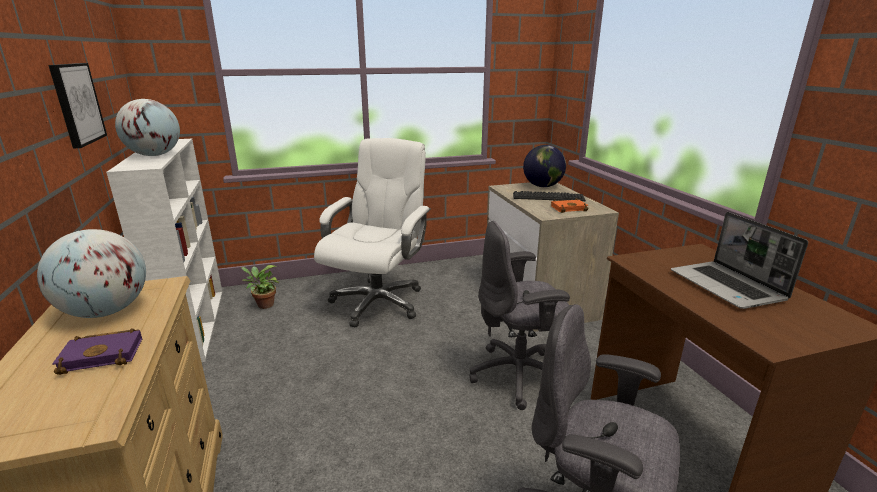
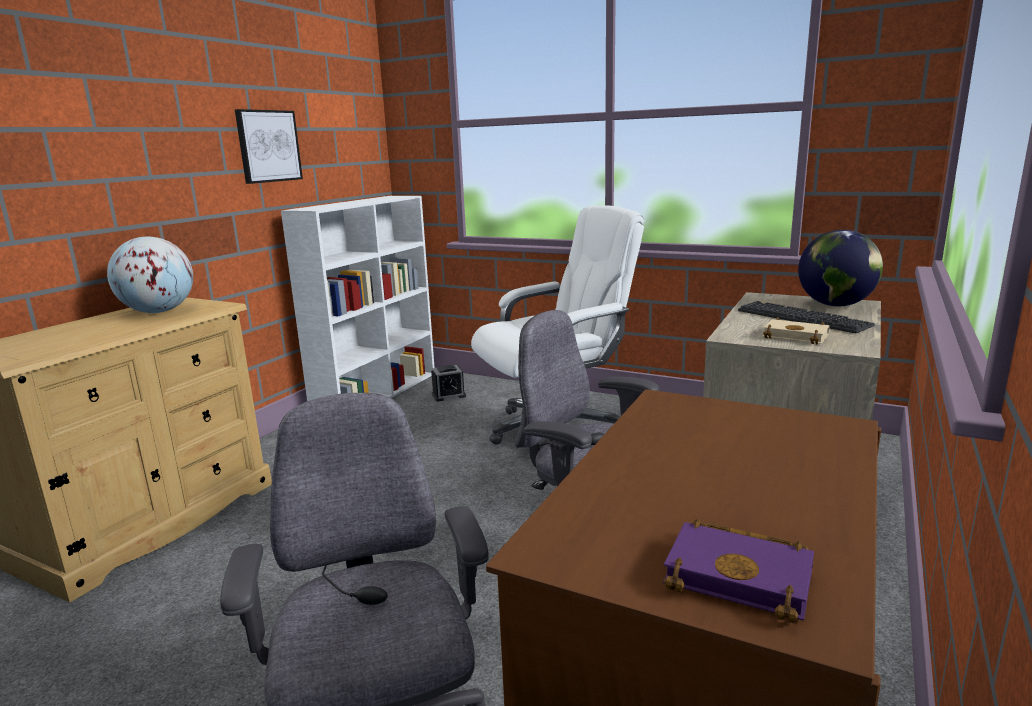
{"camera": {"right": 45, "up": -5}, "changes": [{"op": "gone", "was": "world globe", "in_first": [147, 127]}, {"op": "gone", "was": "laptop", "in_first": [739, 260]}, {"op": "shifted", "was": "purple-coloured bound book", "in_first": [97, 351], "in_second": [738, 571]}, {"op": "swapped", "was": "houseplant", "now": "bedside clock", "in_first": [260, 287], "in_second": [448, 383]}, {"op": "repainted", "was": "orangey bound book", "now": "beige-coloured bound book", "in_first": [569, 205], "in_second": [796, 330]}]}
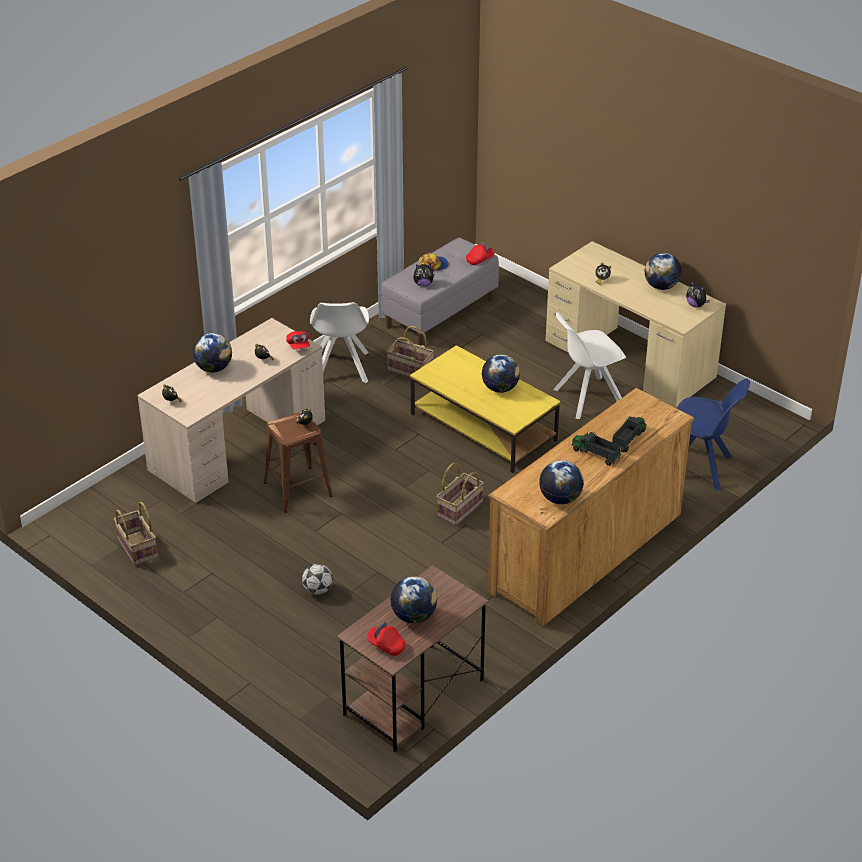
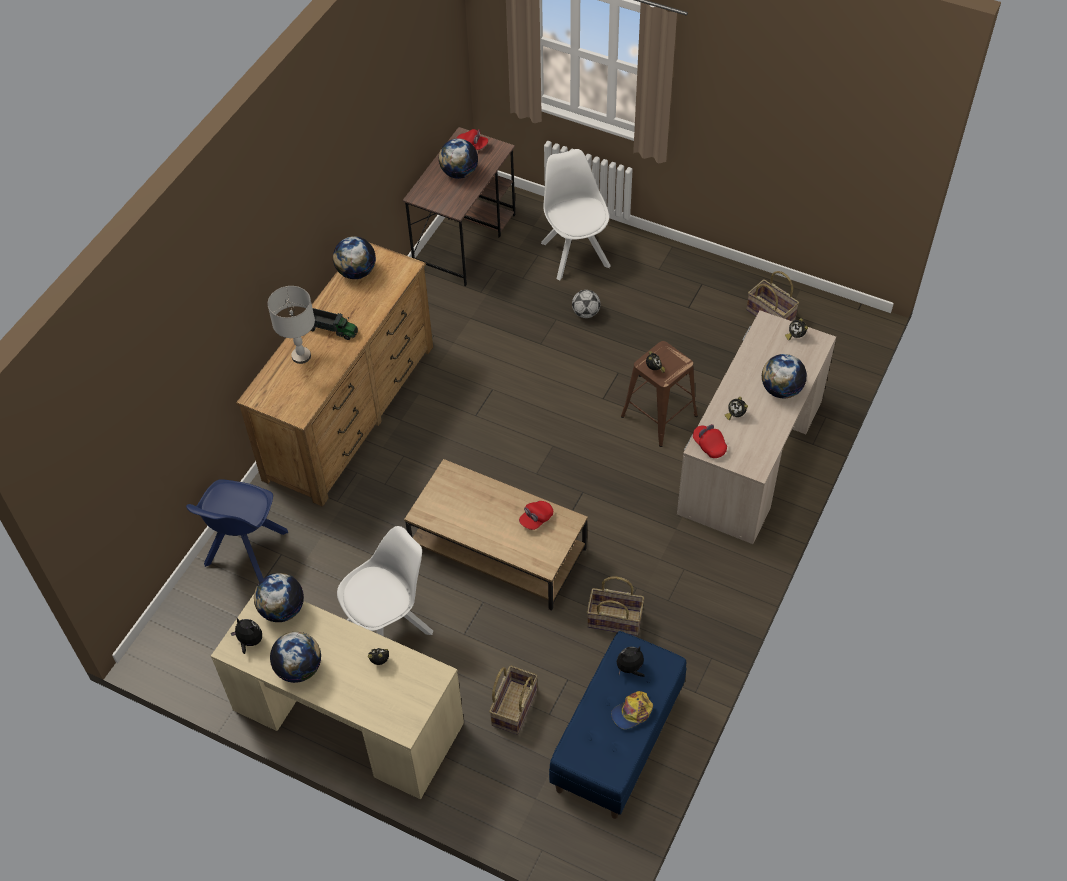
{"camera": {"right": 165, "up": 15}, "changes": [{"op": "shifted", "was": "white upright chair", "in_first": [339, 342], "in_second": [576, 214]}, {"op": "shifted", "was": "storage basket", "in_first": [460, 494], "in_second": [513, 700]}, {"op": "shifted", "was": "reddish peaked cap", "in_first": [480, 253], "in_second": [536, 515]}, {"op": "shifted", "was": "world globe", "in_first": [501, 373], "in_second": [279, 597]}, {"op": "swapped", "was": "model truck", "now": "grey lamp for a table", "in_first": [629, 434], "in_second": [291, 325]}, {"op": "repainted", "was": "grey long seat", "now": "bluish long seat", "in_first": [440, 292], "in_second": [618, 725]}, {"op": "repainted", "was": "yellow-coloured coffee table", "now": "brownish coffee table", "in_first": [485, 409], "in_second": [496, 535]}, {"op": "rotated", "was": "bluish upright chair", "in_first": [713, 434], "in_second": [237, 530], "clockwise": -75}]}
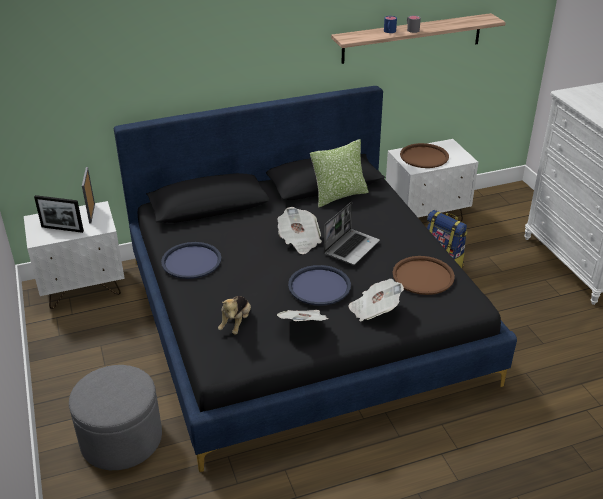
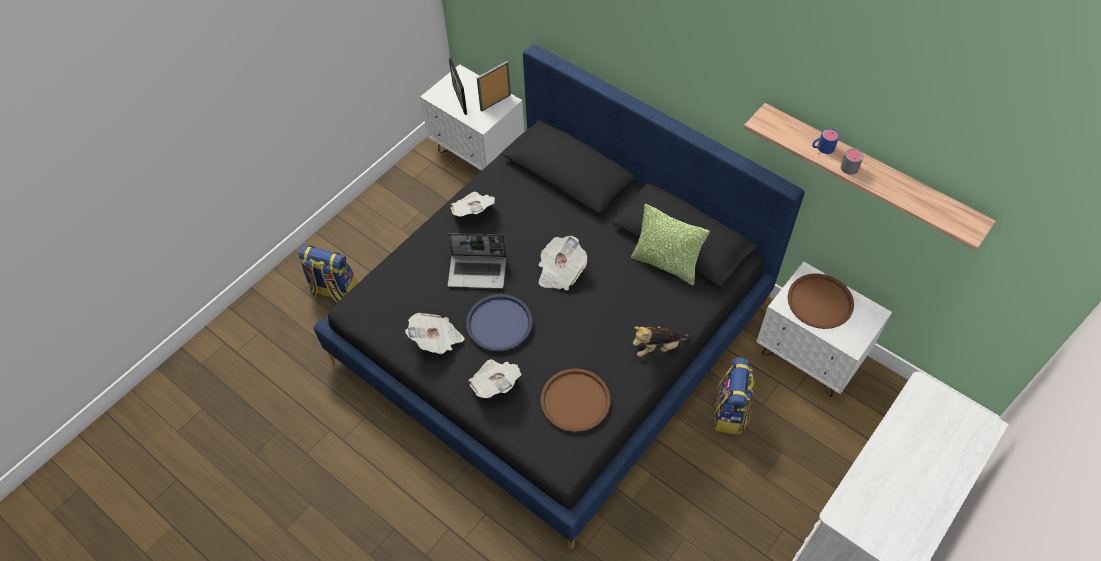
{"camera": {"right": 60, "up": 20}, "changes": [{"op": "shifted", "was": "cuddly toy", "in_first": [234, 315], "in_second": [661, 341]}, {"op": "shifted", "was": "laptop", "in_first": [352, 233], "in_second": [477, 261]}, {"op": "swapped", "was": "grey pouffe", "now": "rucksack", "in_first": [115, 417], "in_second": [328, 274]}, {"op": "swapped", "was": "bluish serving tray", "now": "daily paper", "in_first": [191, 260], "in_second": [473, 204]}]}
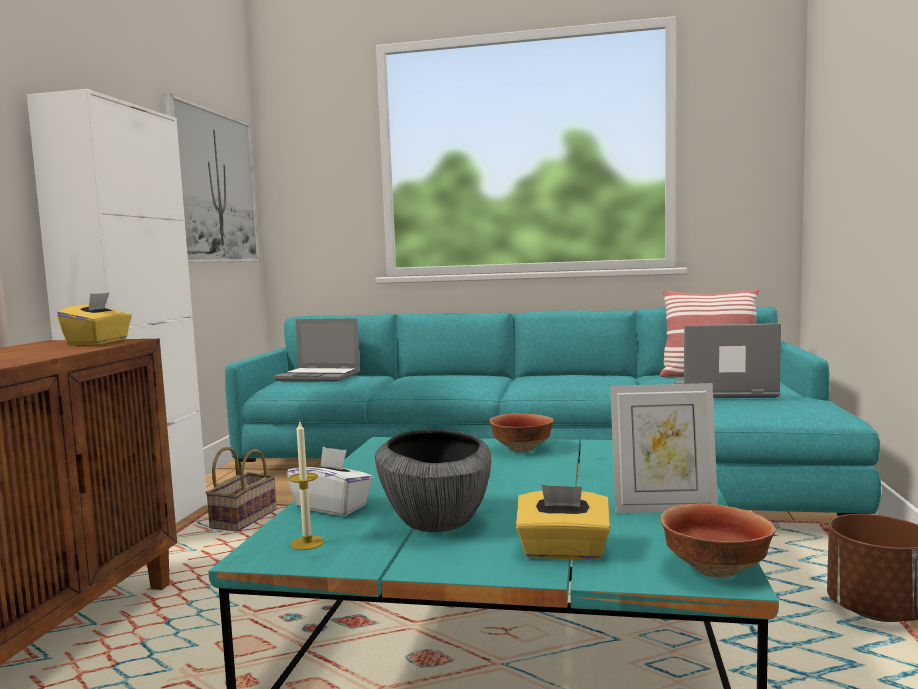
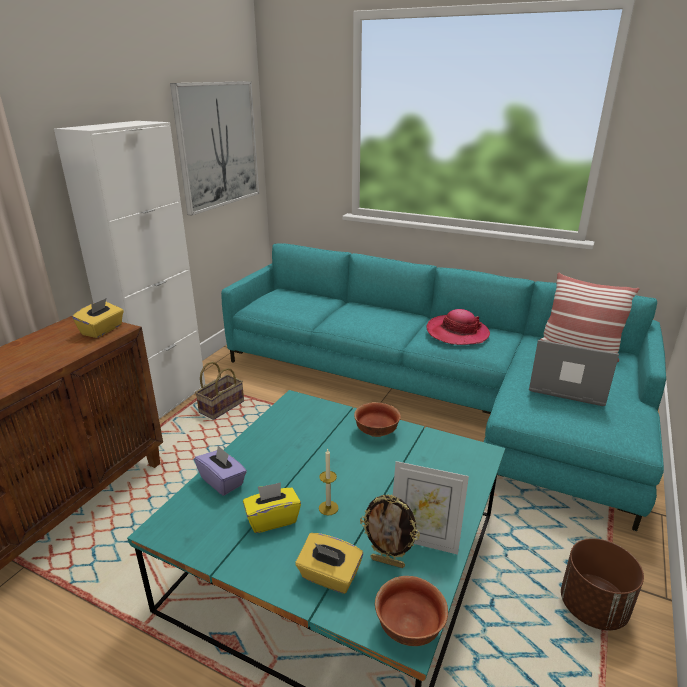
{"camera": {"right": 15, "up": 20}, "changes": [{"op": "gone", "was": "laptop", "in_first": [317, 350]}, {"op": "new", "now": "picture frame", "in_second": [390, 531]}, {"op": "new", "now": "wearable hat", "in_second": [458, 327]}, {"op": "shifted", "was": "wax candle", "in_first": [306, 486], "in_second": [329, 482]}, {"op": "swapped", "was": "deep dish", "now": "yellow-coloured tissue box", "in_first": [433, 480], "in_second": [272, 507]}, {"op": "repainted", "was": "white tissue box", "now": "purple-coloured tissue box", "in_first": [330, 481], "in_second": [220, 470]}]}
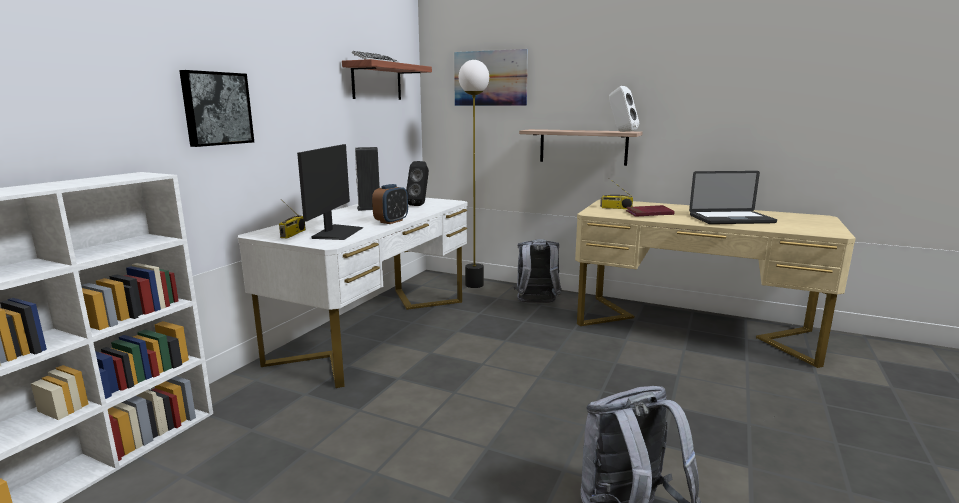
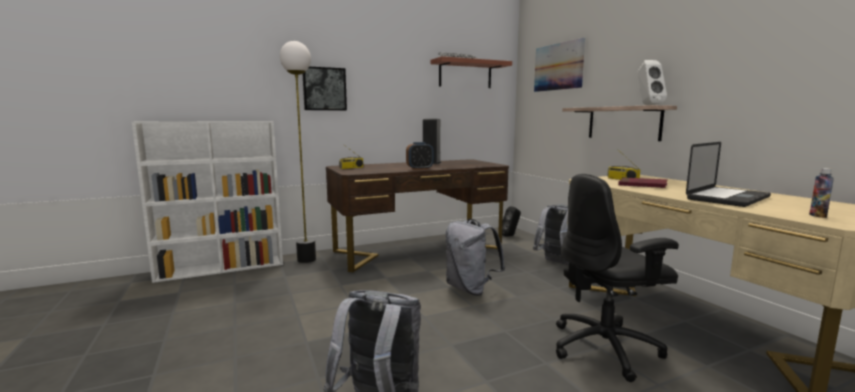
{"camera": {"right": 40, "up": -5}, "changes": [{"op": "gone", "was": "monitor", "in_first": [330, 192]}, {"op": "new", "now": "grey rucksack", "in_second": [475, 257]}, {"op": "new", "now": "black-coloured office chair", "in_second": [617, 278]}, {"op": "new", "now": "bottle", "in_second": [821, 193]}, {"op": "shifted", "was": "black-coloured speaker", "in_first": [417, 183], "in_second": [511, 221]}, {"op": "shifted", "was": "standing lamp", "in_first": [474, 174], "in_second": [298, 152]}, {"op": "repainted", "was": "white desk", "now": "brownish desk", "in_first": [353, 293], "in_second": [417, 215]}, {"op": "rotated", "was": "laptop", "in_first": [733, 197], "in_second": [728, 174], "clockwise": -75}]}
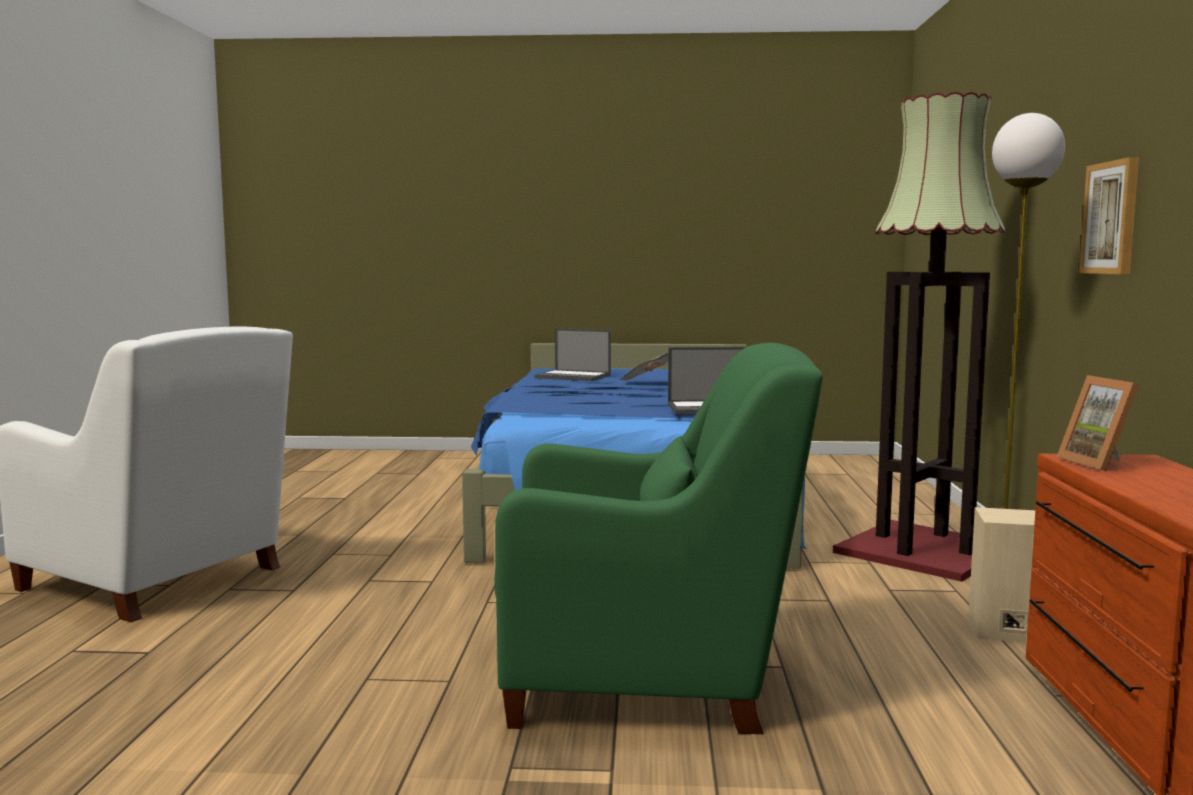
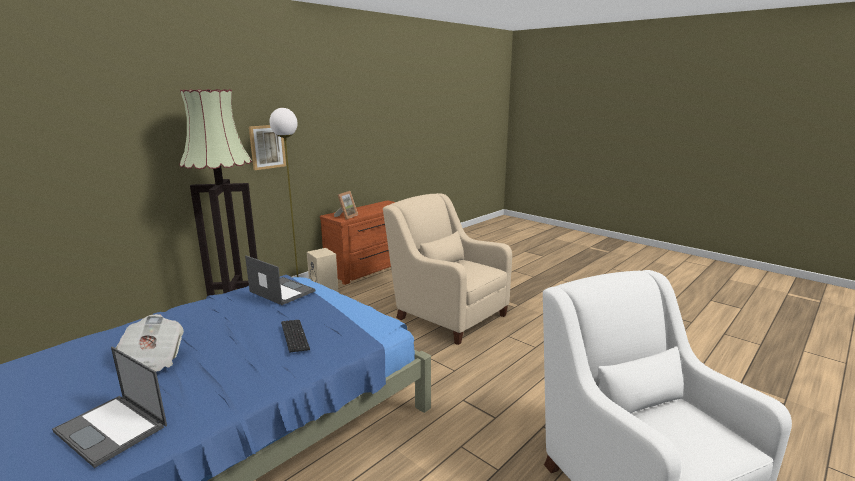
{"camera": {"right": -140, "up": 10}, "changes": [{"op": "new", "now": "PC keyboard", "in_second": [295, 336]}, {"op": "repainted", "was": "green armchair", "now": "beige-coloured armchair", "in_first": [658, 538], "in_second": [447, 269]}, {"op": "rotated", "was": "laptop", "in_first": [573, 354], "in_second": [109, 407], "clockwise": 150}]}
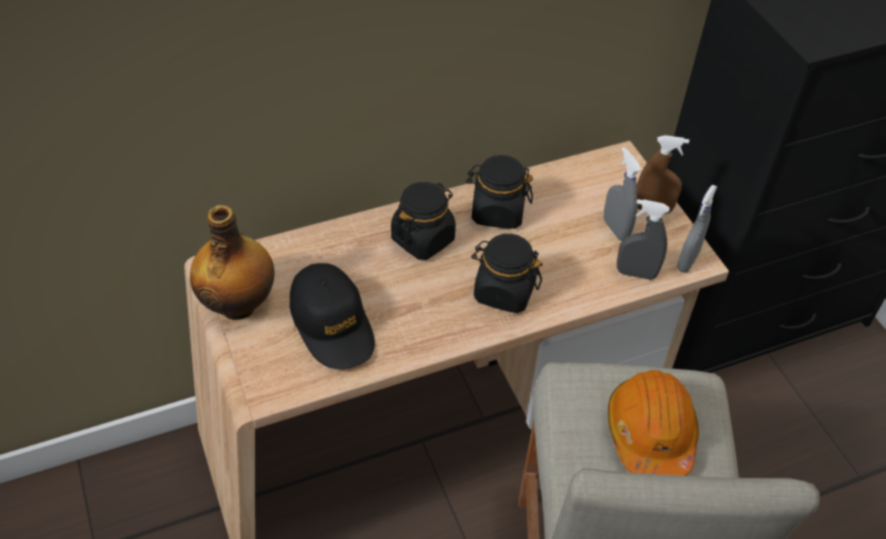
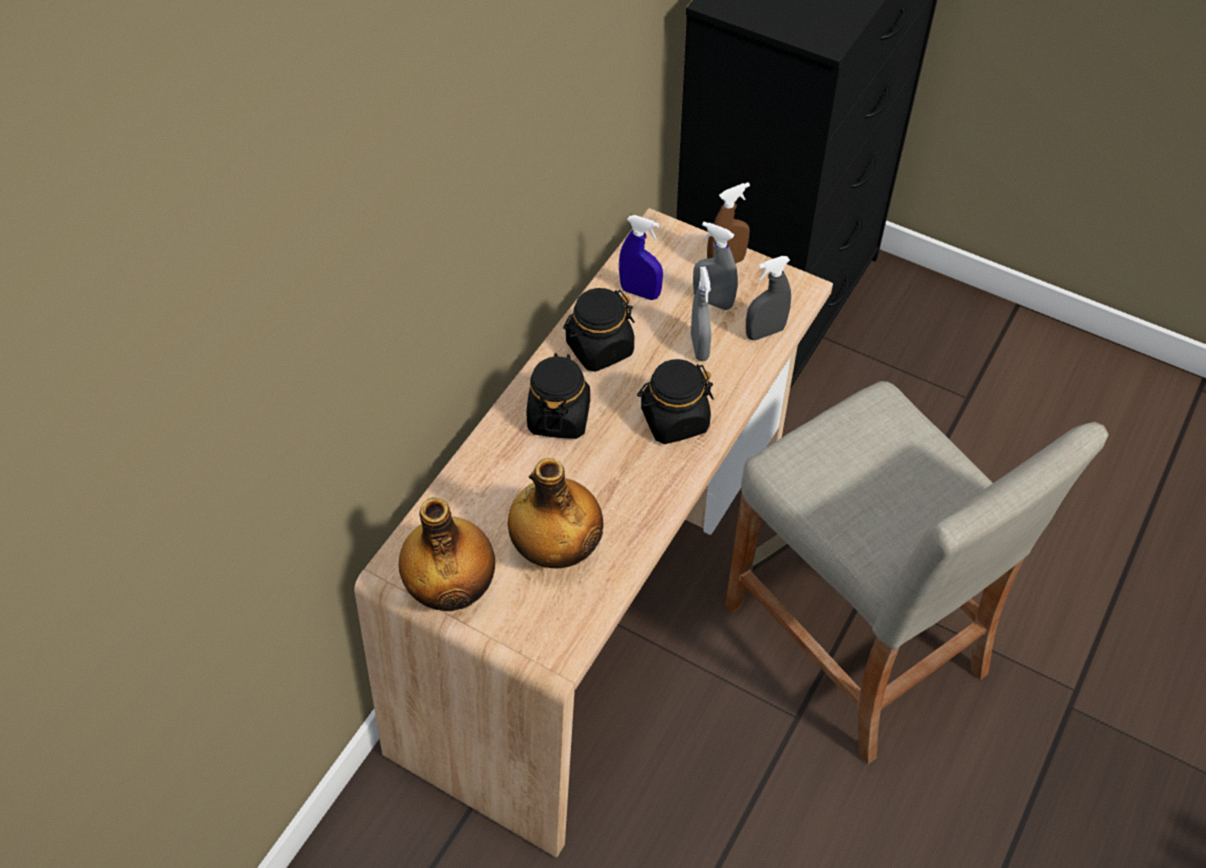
{"camera": {"right": -35, "up": 5}, "changes": [{"op": "gone", "was": "orangey safety helmet", "in_first": [653, 423]}, {"op": "new", "now": "bluish spray bottle", "in_second": [641, 257]}, {"op": "shifted", "was": "grey spray bottle", "in_first": [697, 228], "in_second": [701, 313]}, {"op": "swapped", "was": "black-coloured peaked cap", "now": "bottle", "in_first": [332, 316], "in_second": [555, 513]}]}
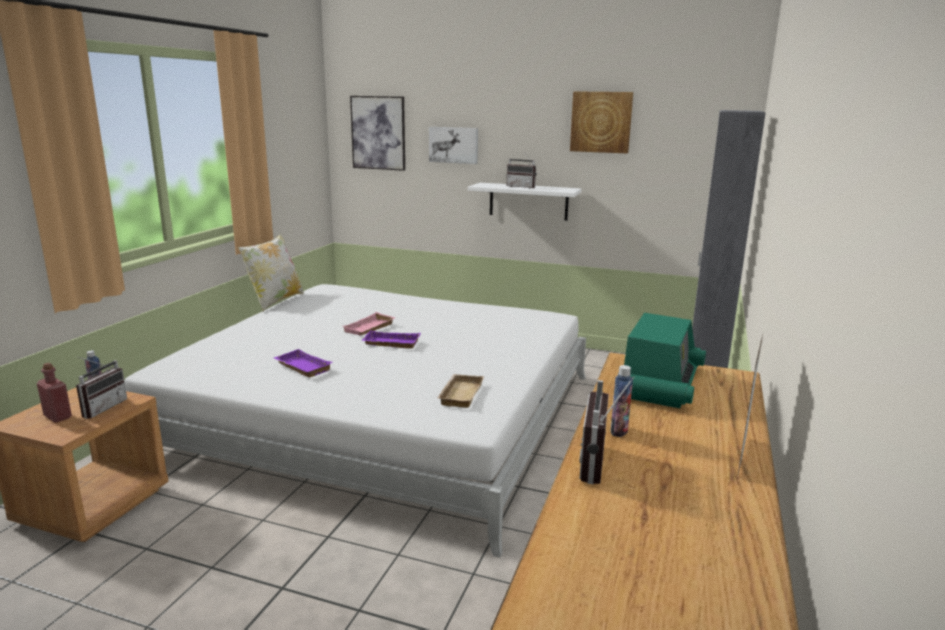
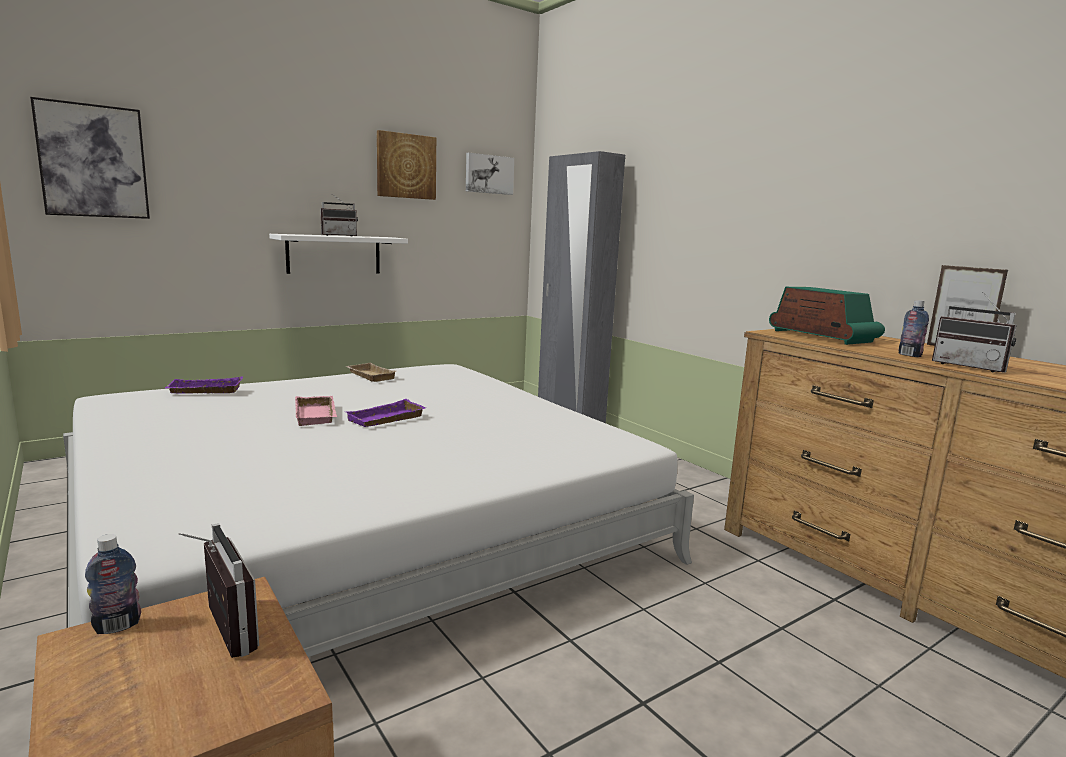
{"camera": {"right": -55, "up": -5}, "changes": [{"op": "gone", "was": "reddish bottle", "in_first": [54, 393]}, {"op": "gone", "was": "pillow", "in_first": [271, 273]}, {"op": "shifted", "was": "purple-coloured serving tray", "in_first": [303, 363], "in_second": [204, 385]}, {"op": "shifted", "was": "wall art", "in_first": [453, 145], "in_second": [490, 174]}, {"op": "shifted", "was": "beige-coloured serving tray", "in_first": [461, 391], "in_second": [370, 372]}]}
